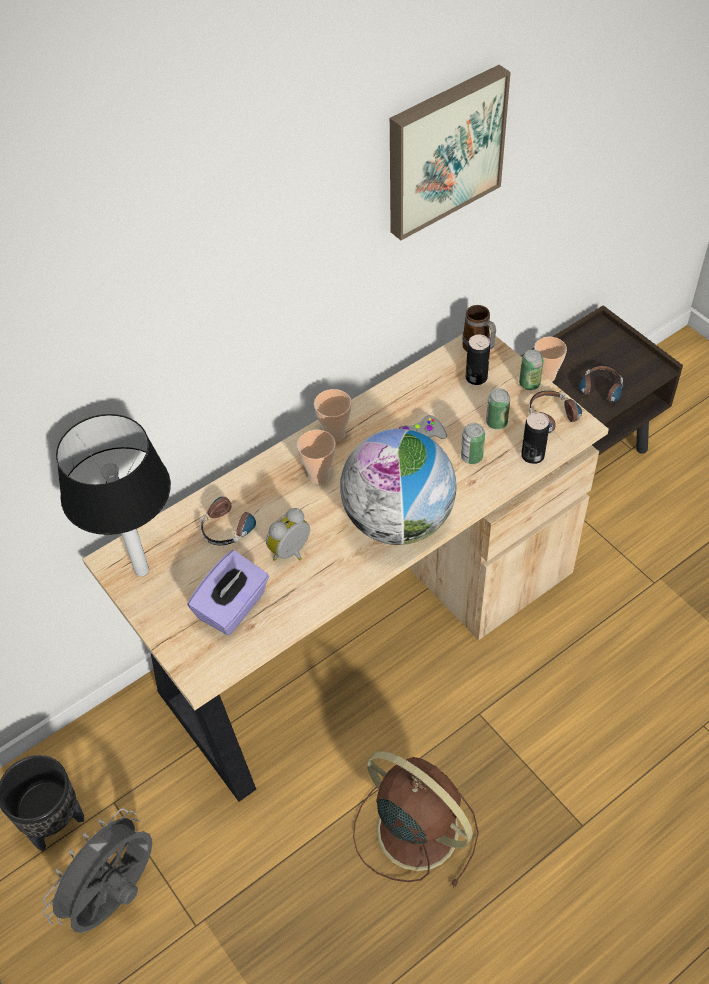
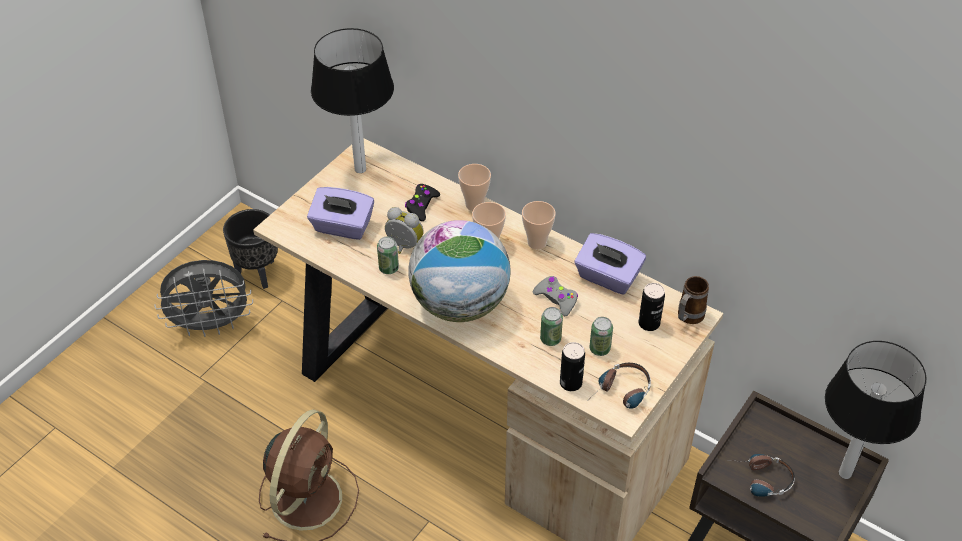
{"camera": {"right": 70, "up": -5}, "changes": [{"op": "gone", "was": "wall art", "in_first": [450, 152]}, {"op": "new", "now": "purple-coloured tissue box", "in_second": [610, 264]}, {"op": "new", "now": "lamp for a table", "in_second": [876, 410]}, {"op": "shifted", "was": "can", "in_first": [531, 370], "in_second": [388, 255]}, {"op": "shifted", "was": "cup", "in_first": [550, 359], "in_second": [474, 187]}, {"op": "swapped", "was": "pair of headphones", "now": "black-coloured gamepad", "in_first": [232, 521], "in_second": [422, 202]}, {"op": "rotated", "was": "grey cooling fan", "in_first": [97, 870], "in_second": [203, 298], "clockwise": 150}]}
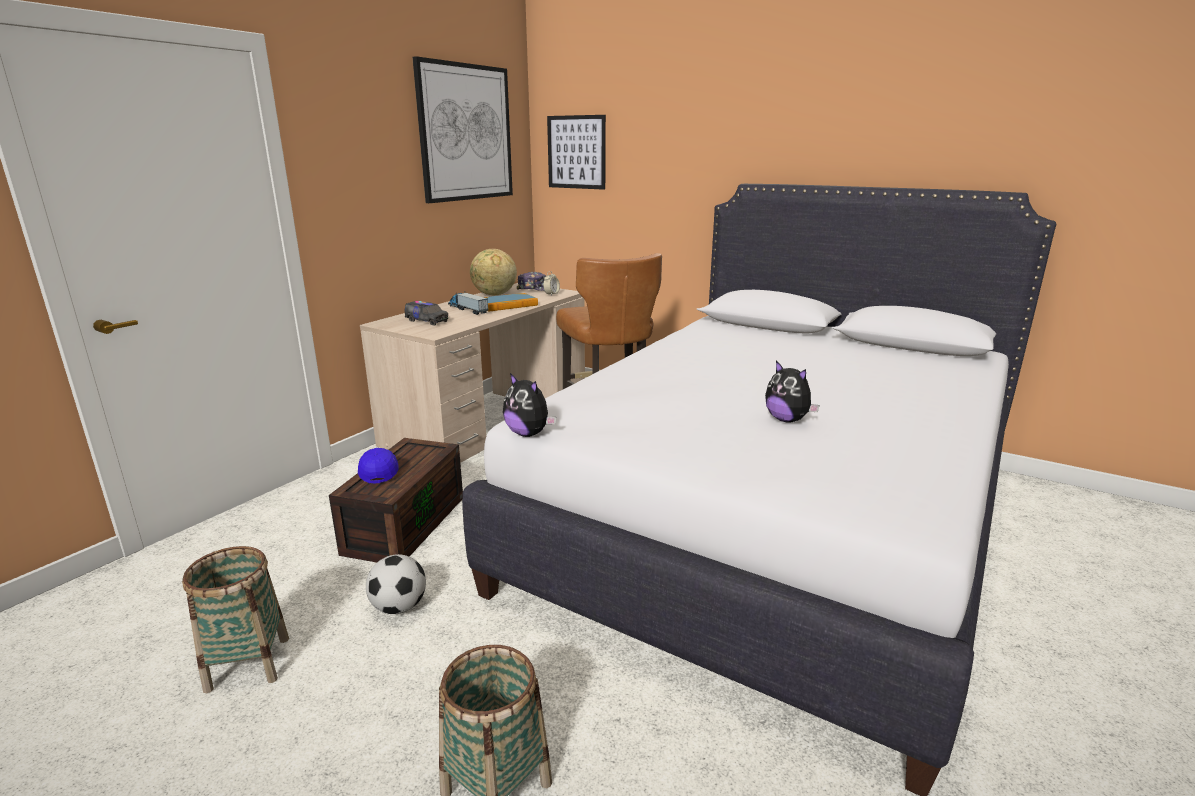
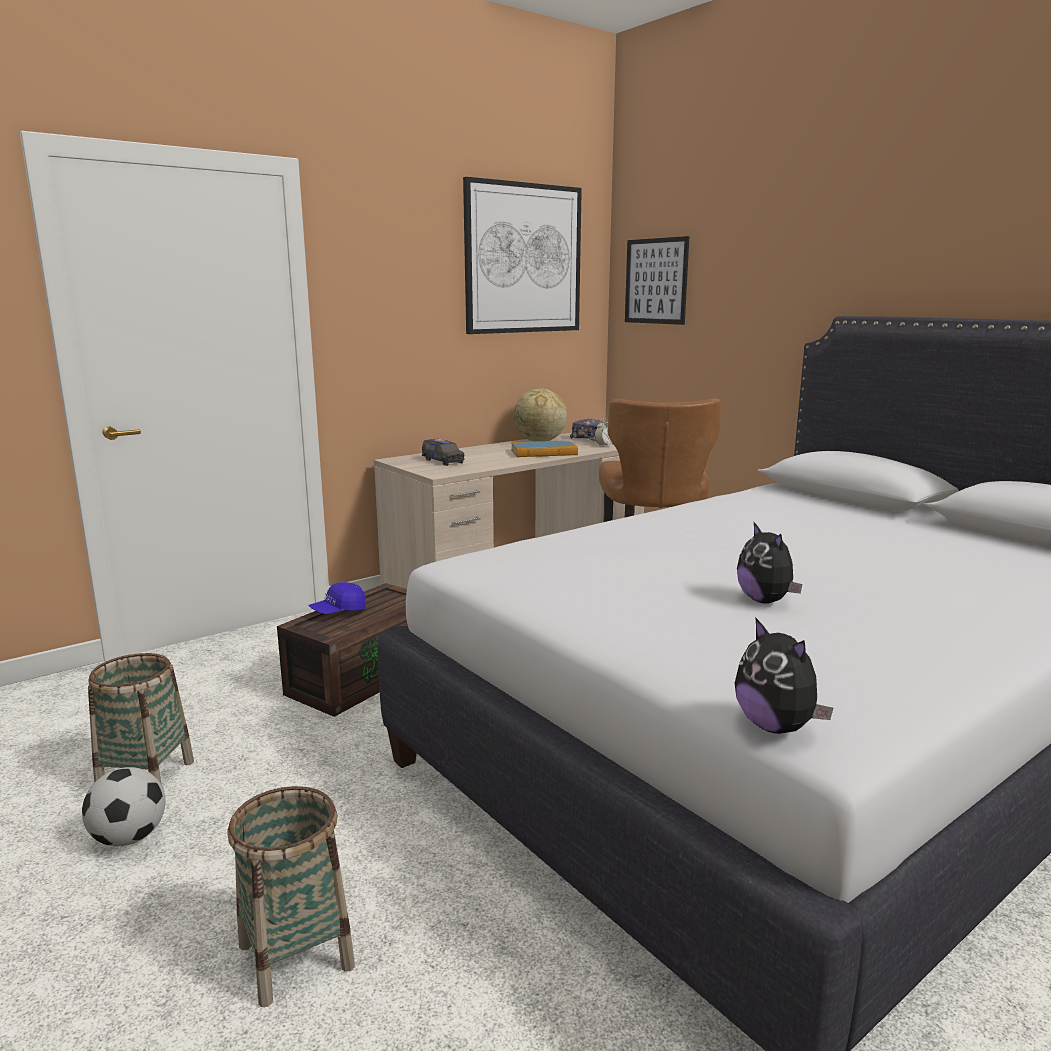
{"camera": {"right": 20, "up": -5}, "changes": [{"op": "gone", "was": "model truck", "in_first": [468, 303]}, {"op": "shifted", "was": "football ball", "in_first": [396, 584], "in_second": [123, 806]}, {"op": "shifted", "was": "cuddly toy", "in_first": [529, 405], "in_second": [784, 675]}, {"op": "rotated", "was": "bluish peaked cap", "in_first": [378, 465], "in_second": [337, 598], "clockwise": -135}]}
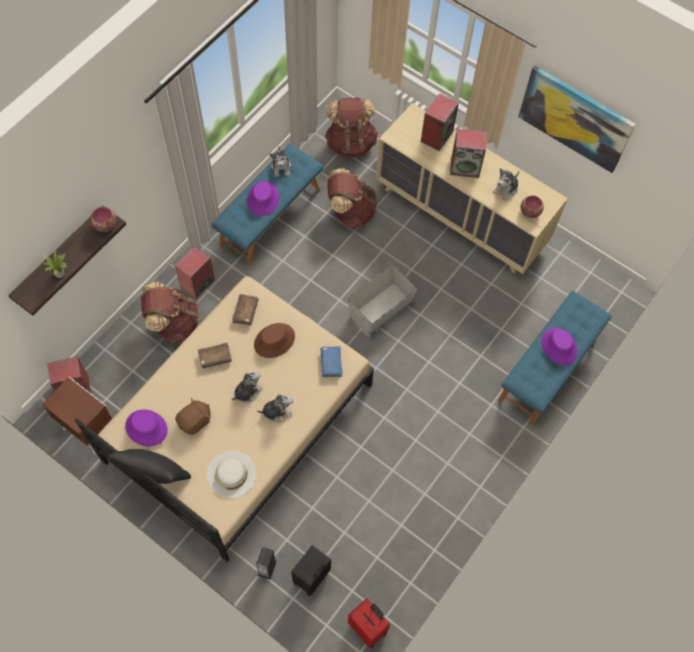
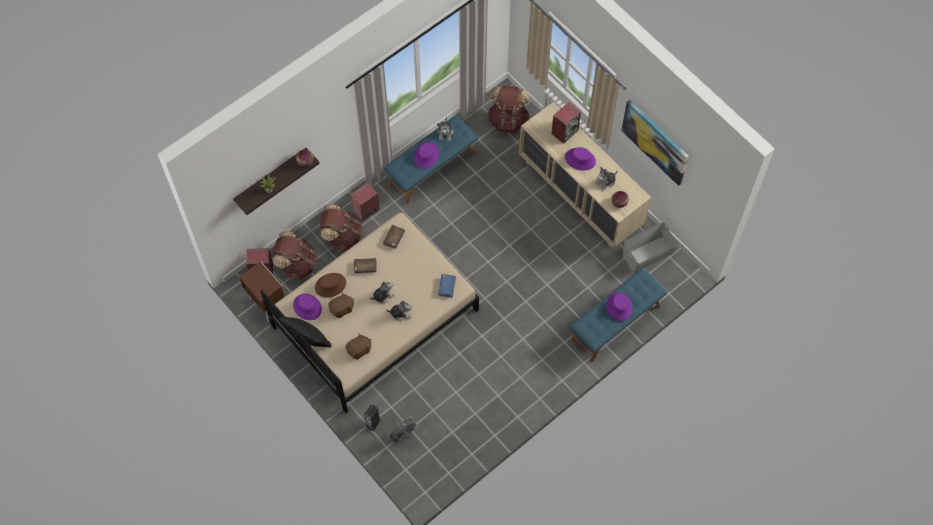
{"camera": {"right": 15, "up": 0}, "changes": [{"op": "gone", "was": "reddish piece of luggage", "in_first": [369, 623]}, {"op": "shifted", "was": "brownish wearable hat", "in_first": [274, 340], "in_second": [330, 285]}, {"op": "shifted", "was": "brownish rucksack", "in_first": [352, 198], "in_second": [295, 255]}, {"op": "shifted", "was": "grey storage bin", "in_first": [383, 299], "in_second": [650, 247]}, {"op": "swapped", "was": "white wearable hat", "now": "brownish cuddly toy", "in_first": [231, 475], "in_second": [358, 346]}, {"op": "swapped", "was": "black-coloured piece of luggage", "now": "grey cooling fan", "in_first": [311, 570], "in_second": [401, 429]}, {"op": "swapped", "was": "speaker", "now": "purple-coloured wearable hat", "in_first": [468, 153], "in_second": [580, 159]}]}
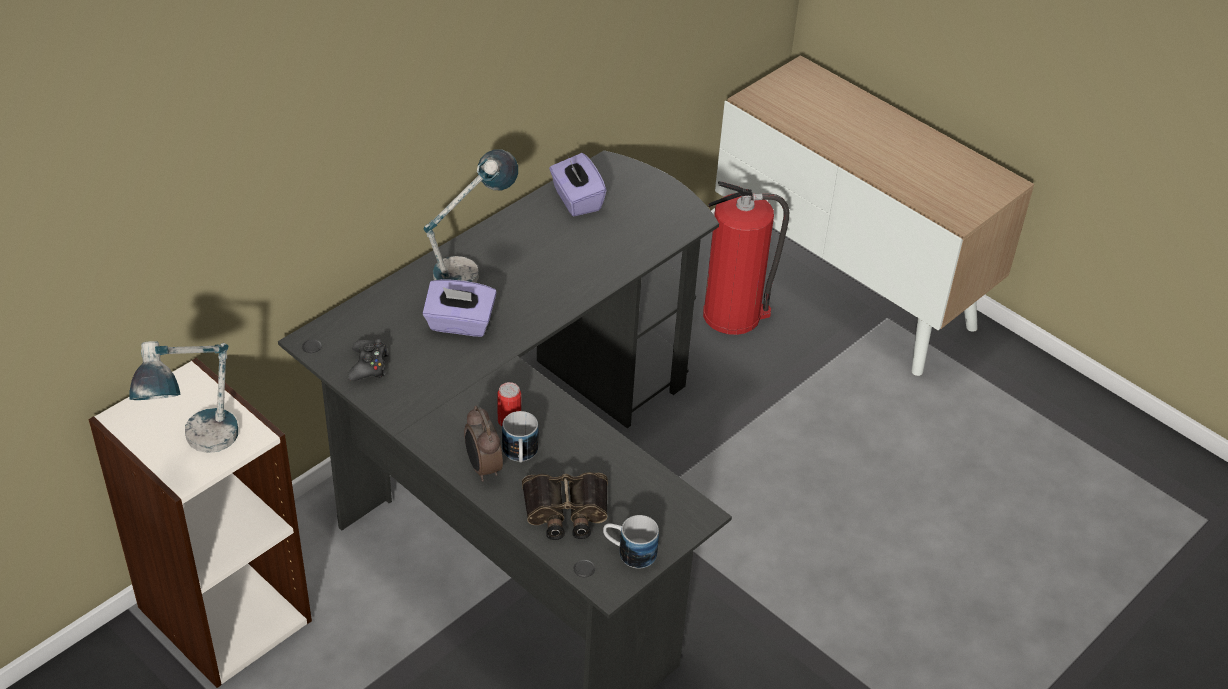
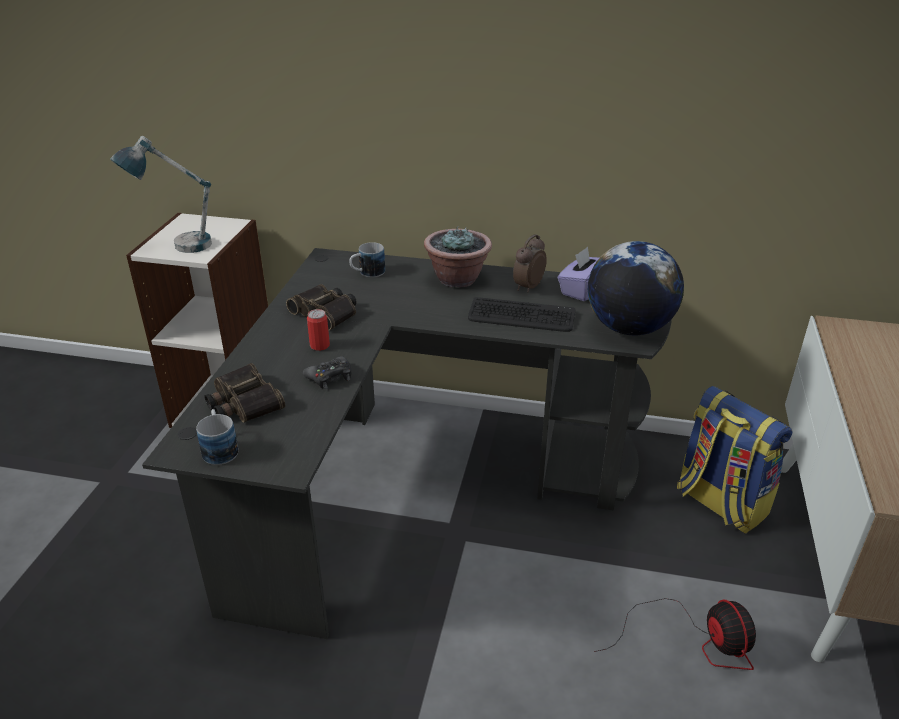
{"camera": {"right": 60, "up": -10}, "changes": [{"op": "gone", "was": "purple-coloured tissue box", "in_first": [460, 308]}, {"op": "new", "now": "field glasses", "in_second": [321, 307]}, {"op": "new", "now": "PC keyboard", "in_second": [521, 314]}, {"op": "new", "now": "world globe", "in_second": [636, 288]}, {"op": "new", "now": "cooling fan", "in_second": [675, 634]}, {"op": "shifted", "was": "black-coloured gamepad", "in_first": [368, 360], "in_second": [327, 372]}, {"op": "shifted", "was": "bedside clock", "in_first": [483, 444], "in_second": [530, 263]}, {"op": "shifted", "was": "mug", "in_first": [520, 437], "in_second": [367, 259]}, {"op": "swapped", "was": "lamp for a table", "now": "houseplant", "in_first": [470, 216], "in_second": [458, 256]}, {"op": "swapped", "was": "extinguisher", "now": "rucksack", "in_first": [746, 258], "in_second": [734, 460]}]}
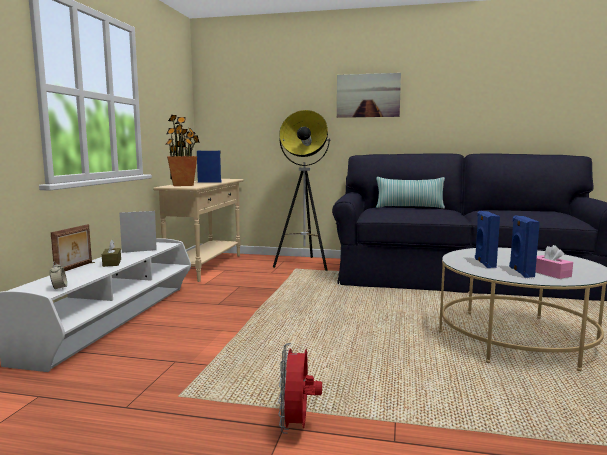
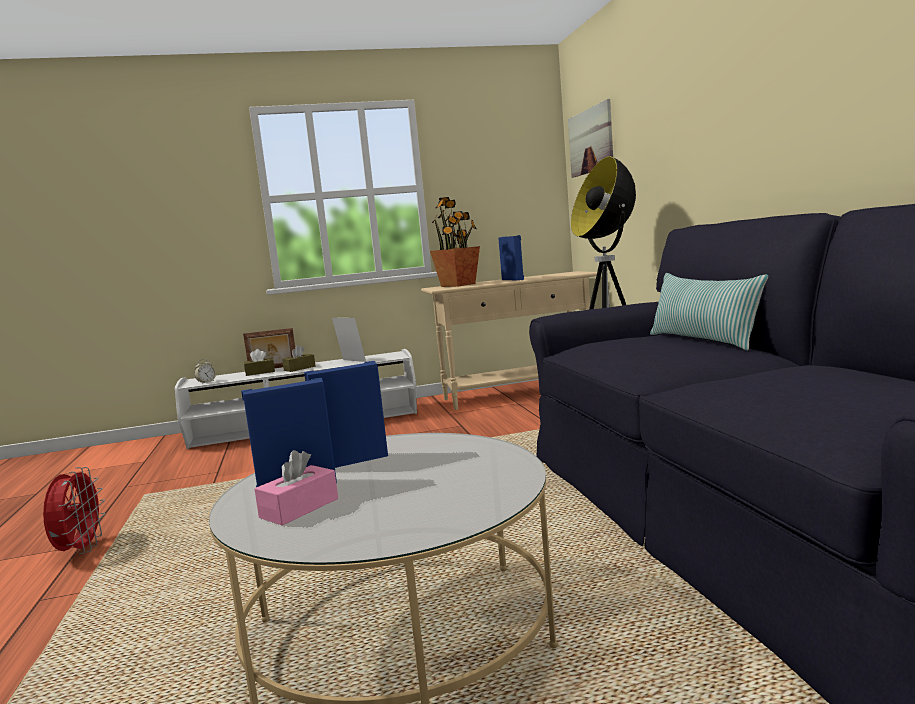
{"camera": {"right": 65, "up": 0}, "changes": [{"op": "new", "now": "brownish tissue box", "in_second": [259, 362]}, {"op": "shifted", "was": "wall art", "in_first": [369, 95], "in_second": [590, 138]}, {"op": "rotated", "was": "reddish cooling fan", "in_first": [300, 388], "in_second": [74, 510], "clockwise": 105}]}
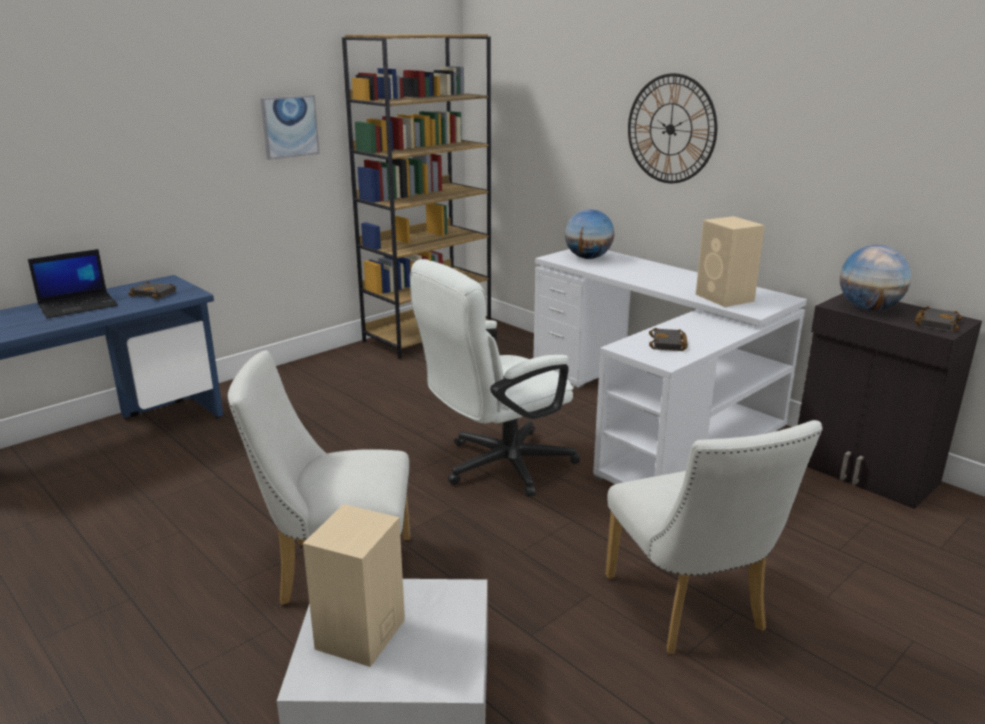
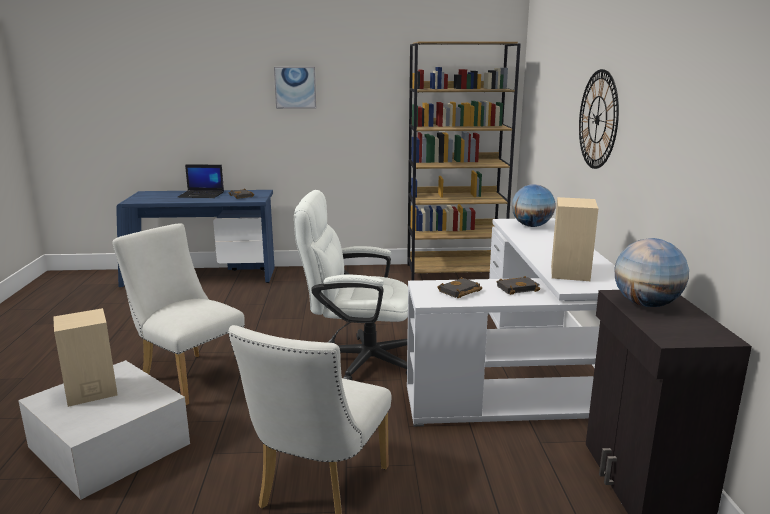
{"camera": {"right": 40, "up": -5}, "changes": [{"op": "shifted", "was": "wall art", "in_first": [289, 127], "in_second": [295, 88]}, {"op": "shifted", "was": "black-coloured bound book", "in_first": [938, 319], "in_second": [518, 285]}]}
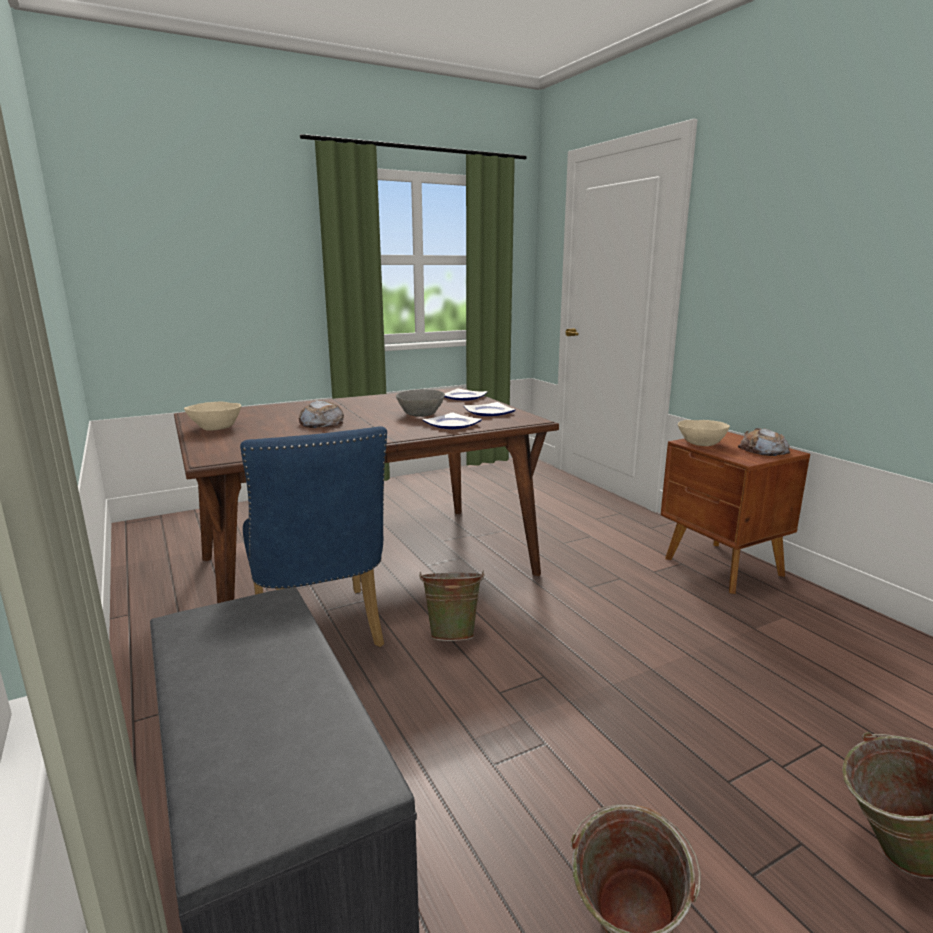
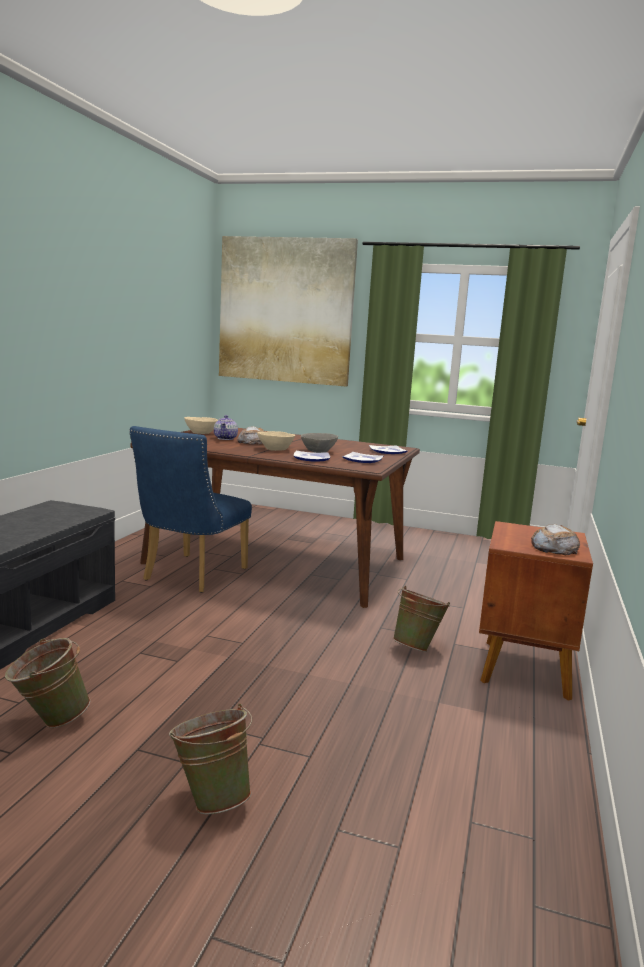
{"camera": {"right": 45, "up": -5}, "changes": [{"op": "new", "now": "pot for tea", "in_second": [226, 427]}, {"op": "new", "now": "wall art", "in_second": [288, 311]}, {"op": "shifted", "was": "green pail", "in_first": [452, 606], "in_second": [421, 619]}, {"op": "shifted", "was": "beige-coloured deep dish", "in_first": [704, 433], "in_second": [276, 441]}]}
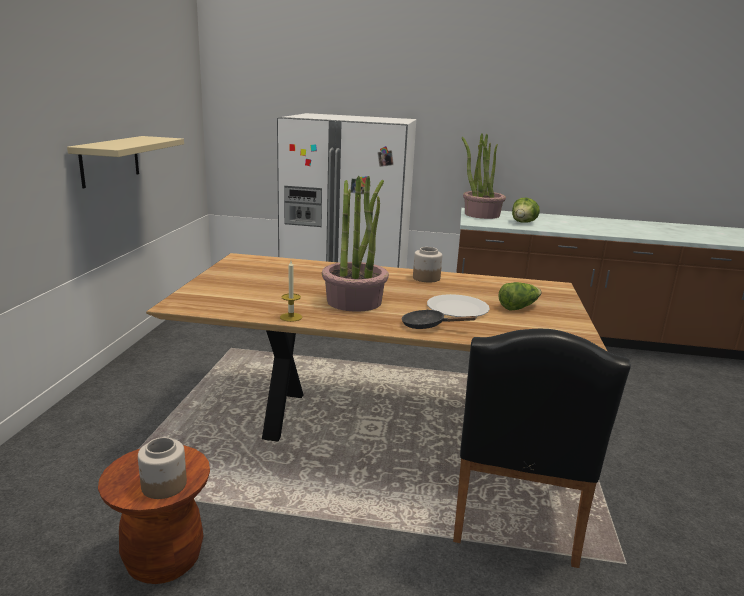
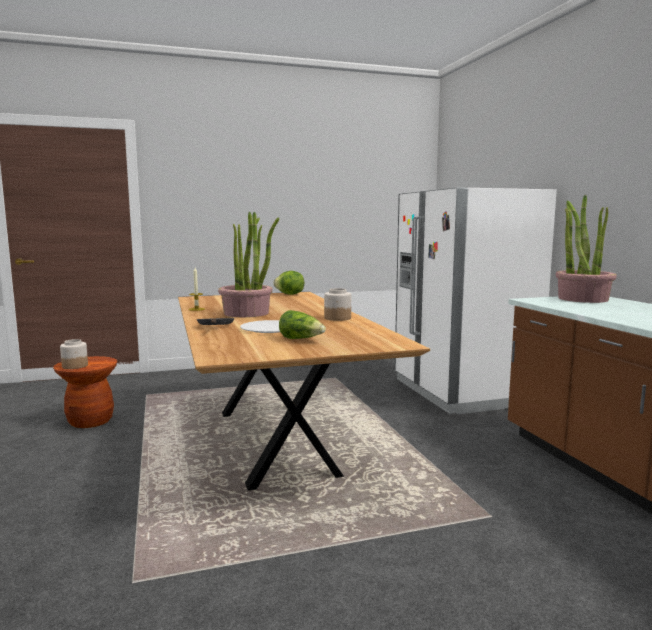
{"camera": {"right": 65, "up": -10}, "changes": [{"op": "gone", "was": "beige-coloured wall shelf", "in_first": [125, 162]}, {"op": "gone", "was": "black-coloured upright chair", "in_first": [542, 448]}, {"op": "shifted", "was": "head of lettuce", "in_first": [526, 210], "in_second": [288, 283]}]}
